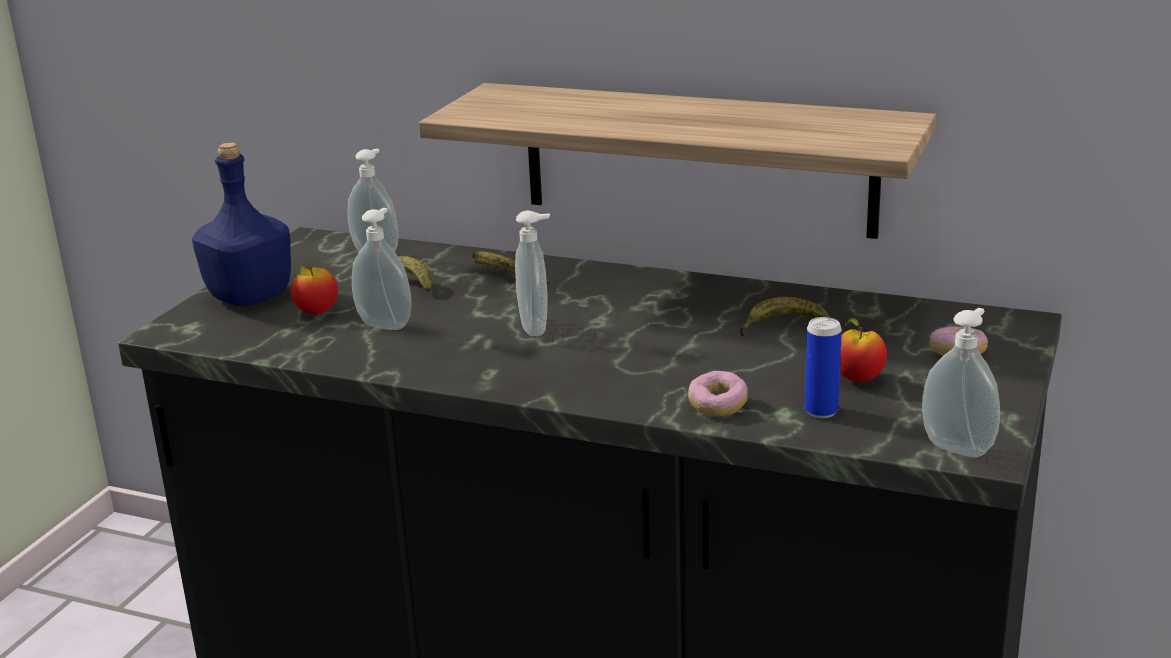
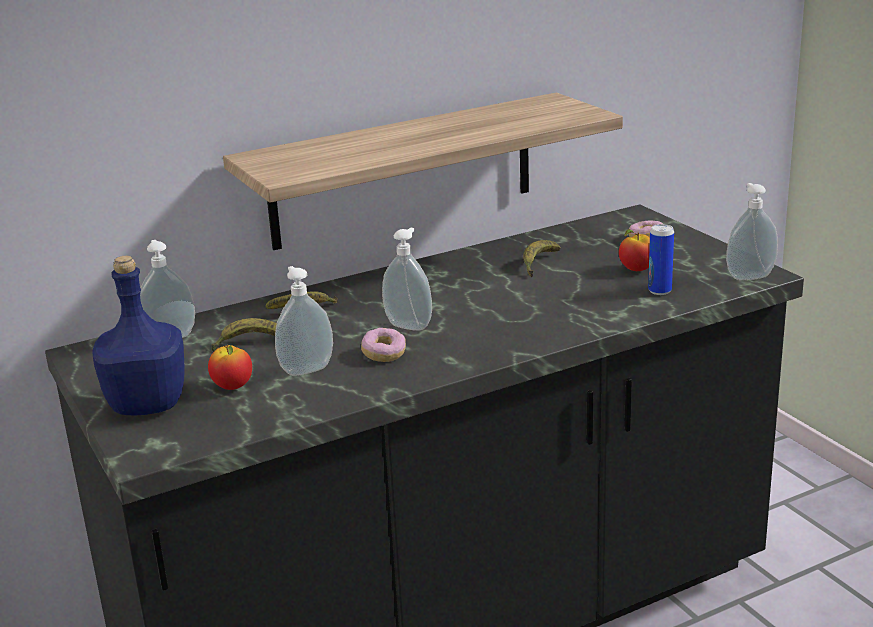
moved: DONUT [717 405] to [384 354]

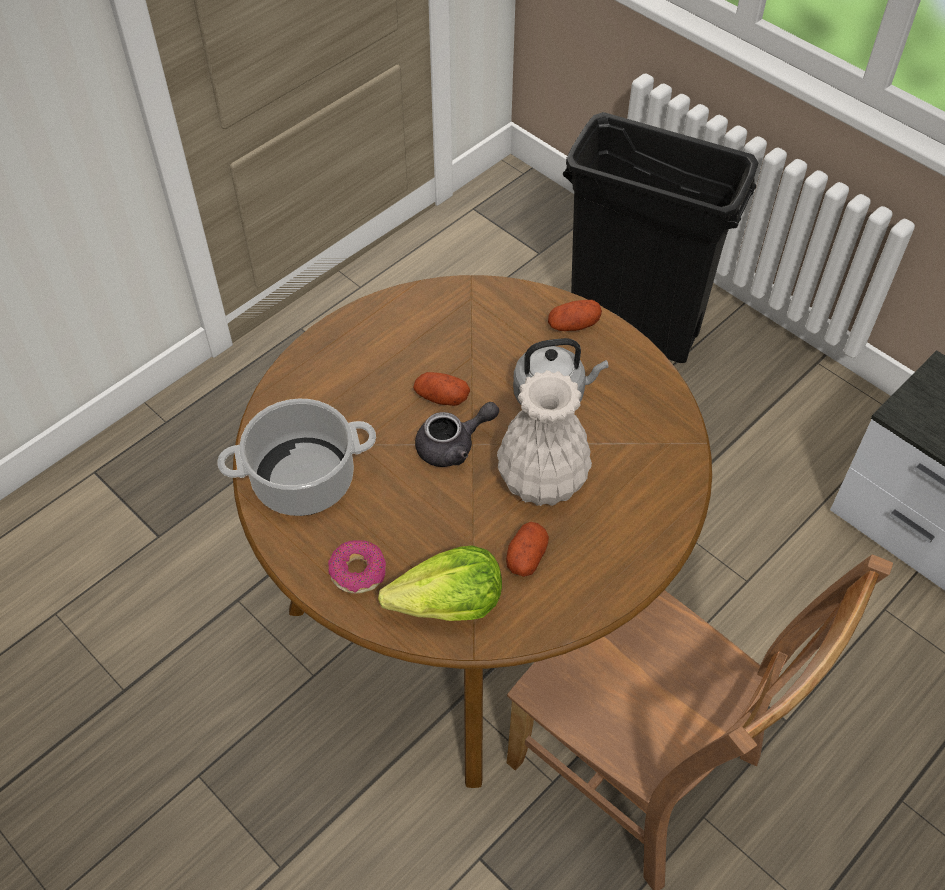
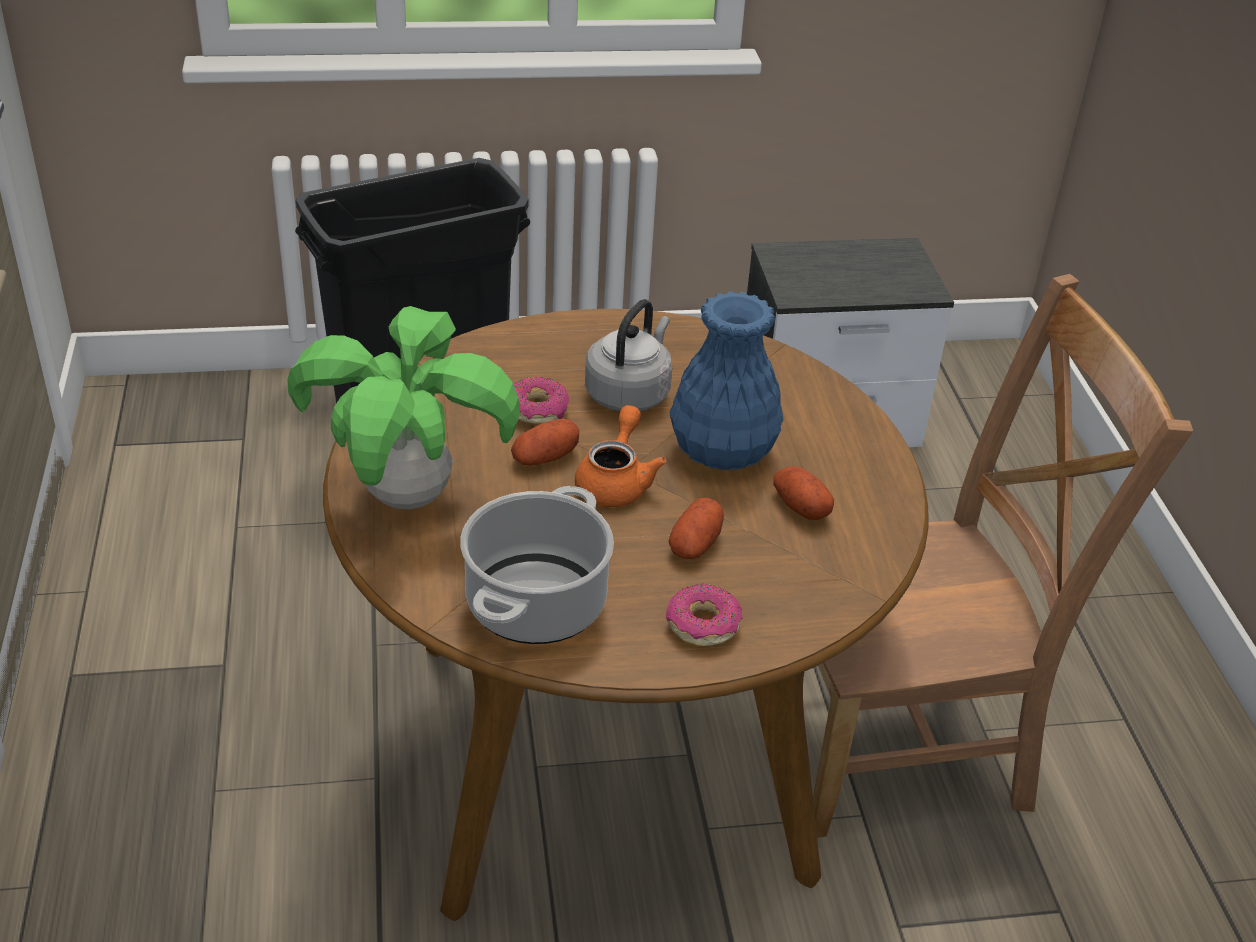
removed: LETTUCE [448 605]
added: POTTED PLANT [407 496]; DONUT [537 410]
moved: POTATO [573 325] to [695 544]
recoloured: WHITE VASE [543 481] to BLUE VASE [724 451]; GREY TEAPOT [453 446] to ORANGE TEAPOT [616 481]

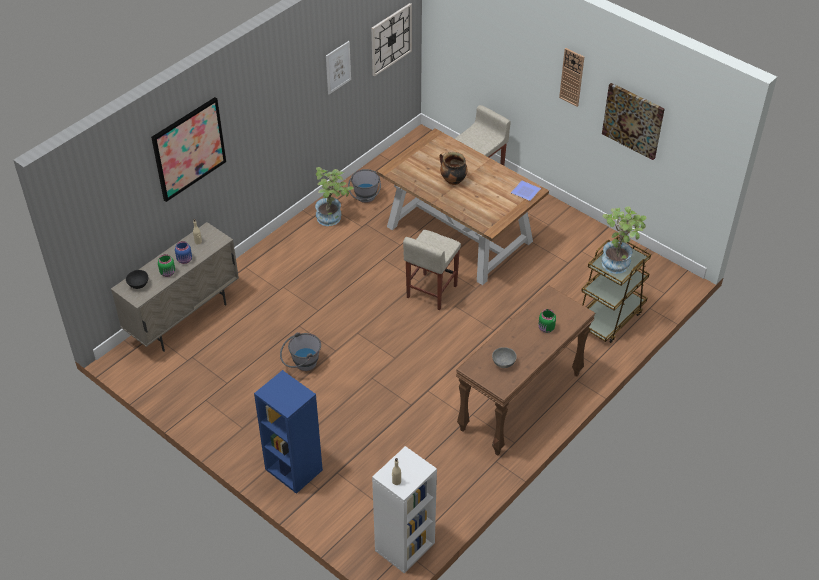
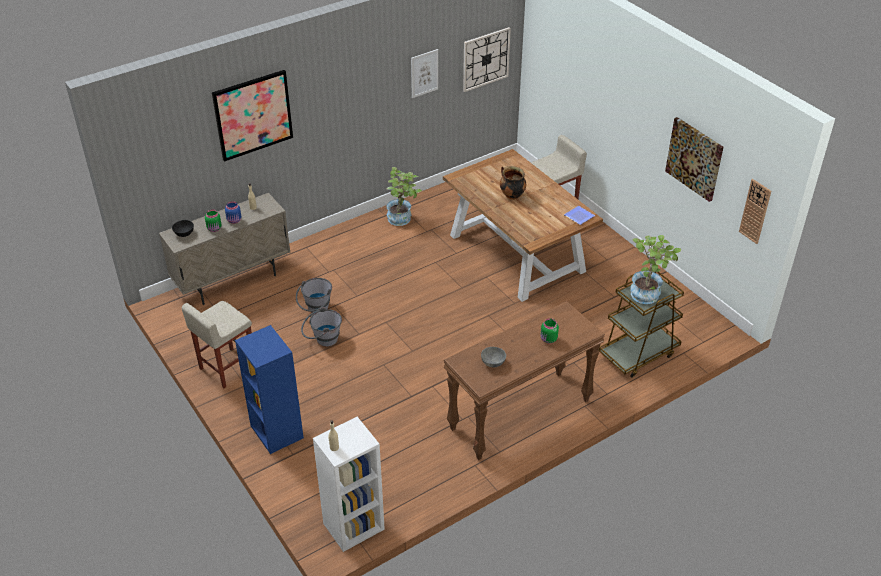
moved: WALL CLOCK [572 77] to [755 211]; GREY BUCKET [365 199] to [316 310]; BEIGE STOOL [431 292] to [227 368]

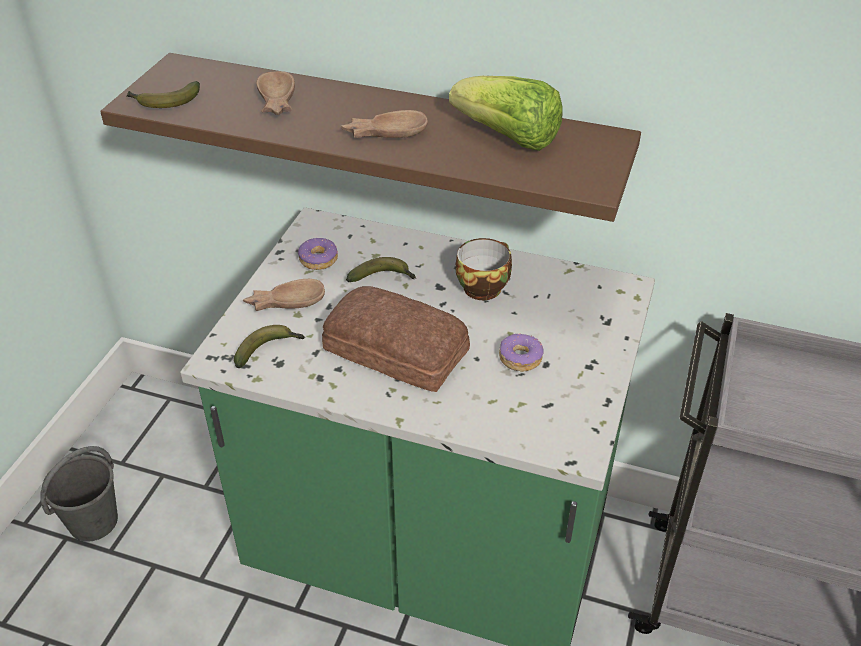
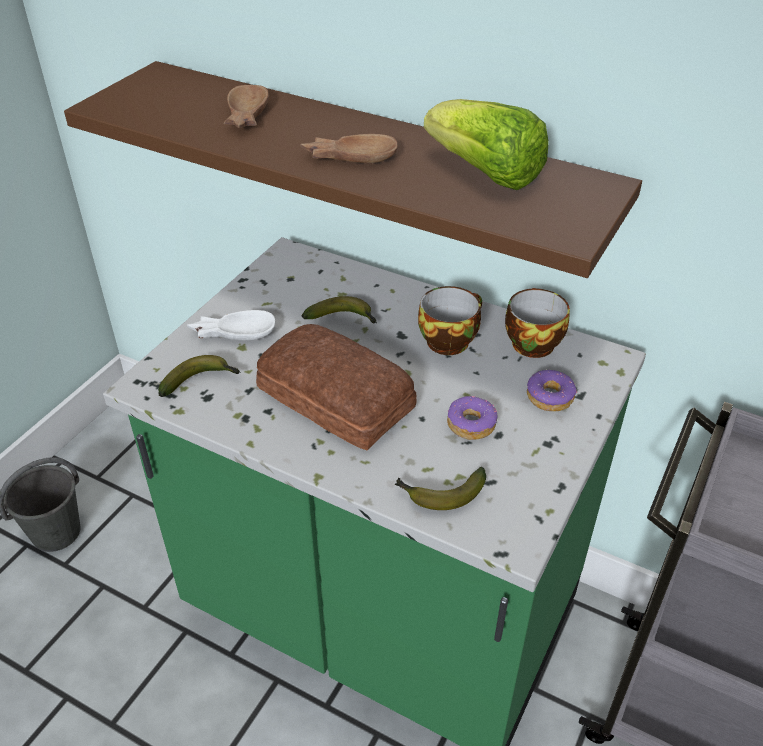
added: CUP [530 342]
moved: BANANA [164 102] to [440 494]; DONUT [319 260] to [550 397]
recoloured: BROWN BOWL [285 301] to WHITE BOWL [233 332]

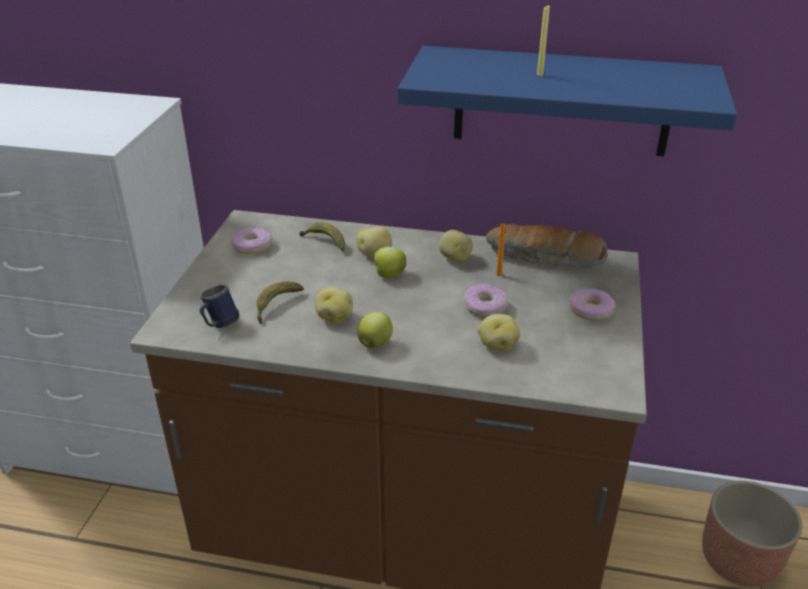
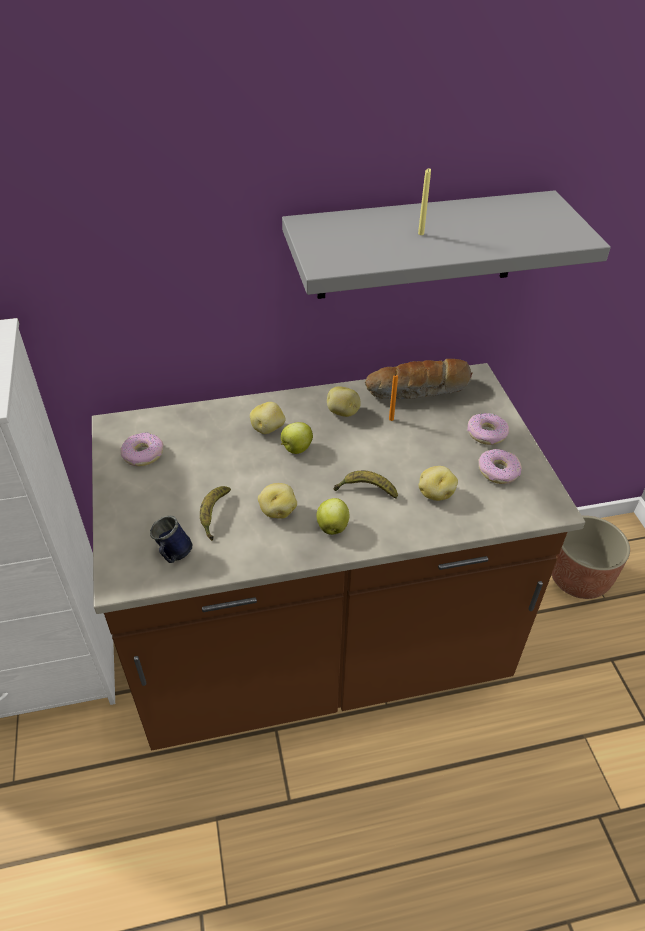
moved: BANANA [325 242] to [366 490]; DONUT [485 307] to [498 471]
recoloured: BLUE SHELF [562 102] to GREY SHELF [418 246]

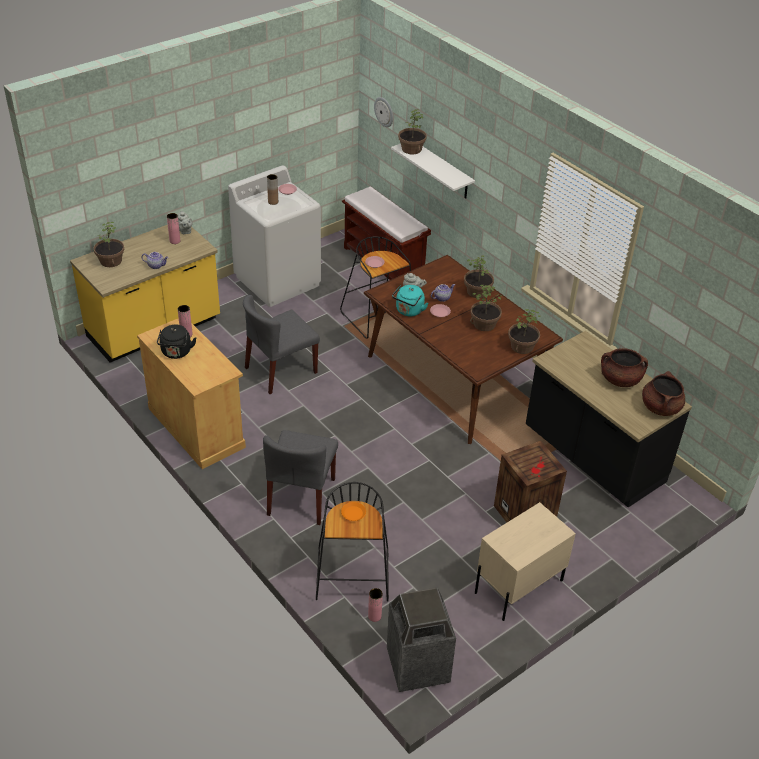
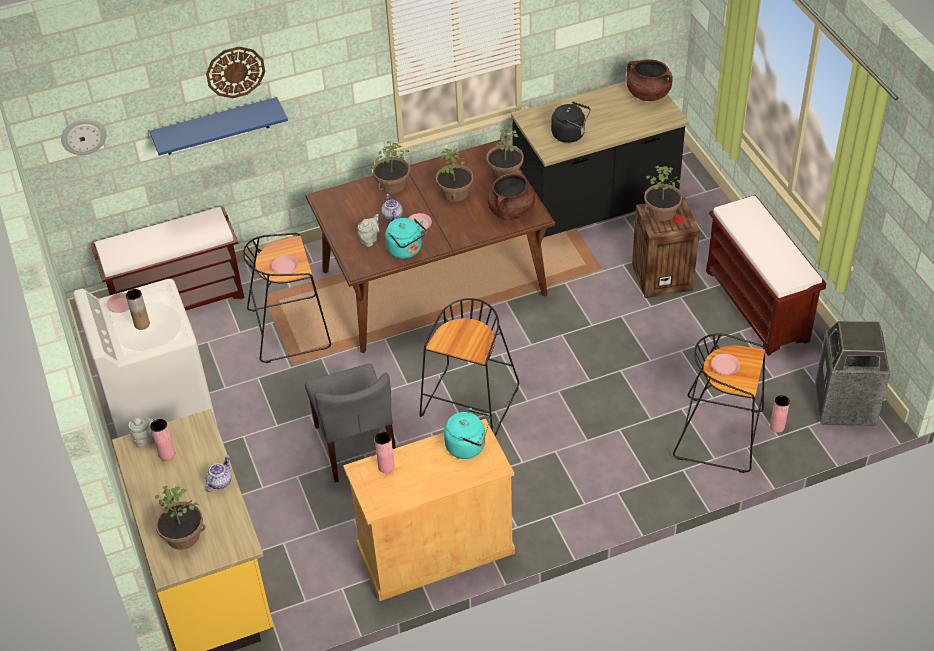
removed: GREY CHAIR [301 497]
added: WALL CLOCK [235 71]; BLACK STOOL [470 404]; TURQUOISE KETTLE [468 446]
moved: POTTED PLANT [411 149] to [662 212]; BLACK KETTLE [176 353] to [570 134]; BROWN COOKING POT [620 380] to [511 211]
replaced: BEIGE NIGHTSTAND [518 586] to BROWN BENCH [758 306]
recoloured: WHITE SHELF [441 170] to BLUE SHELF [216 127]; ORANGE PLATE [353 513] to PINK PLATE [725 366]

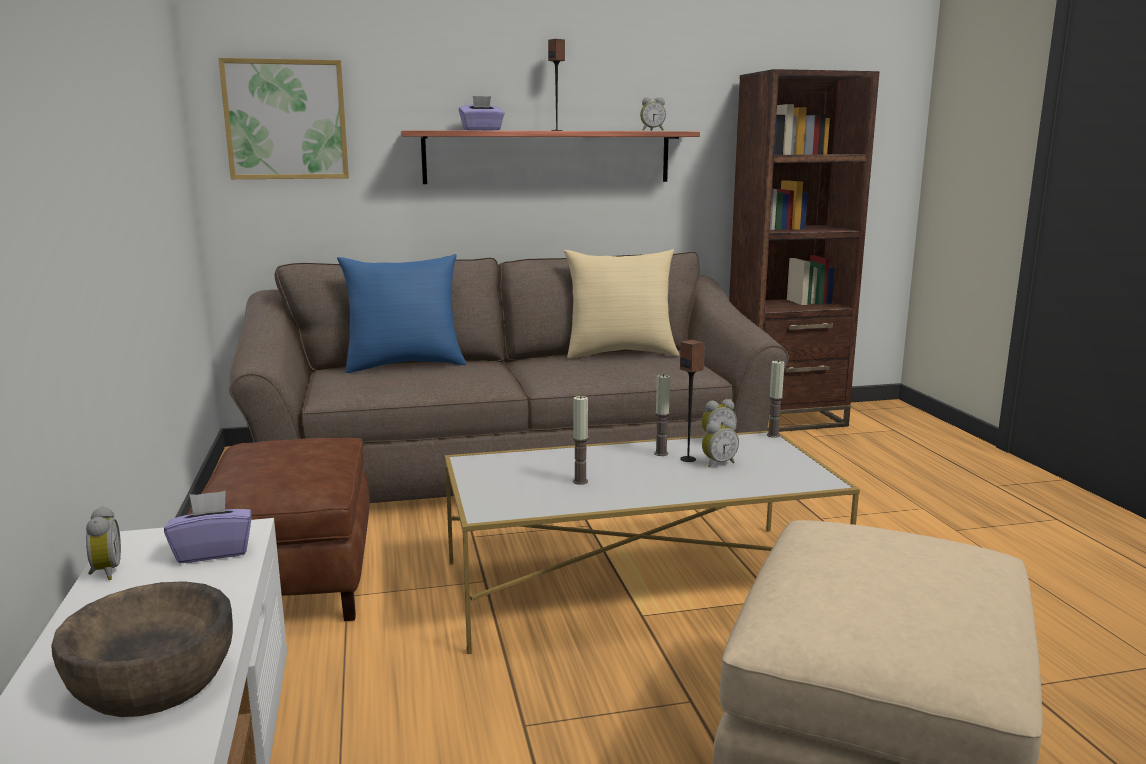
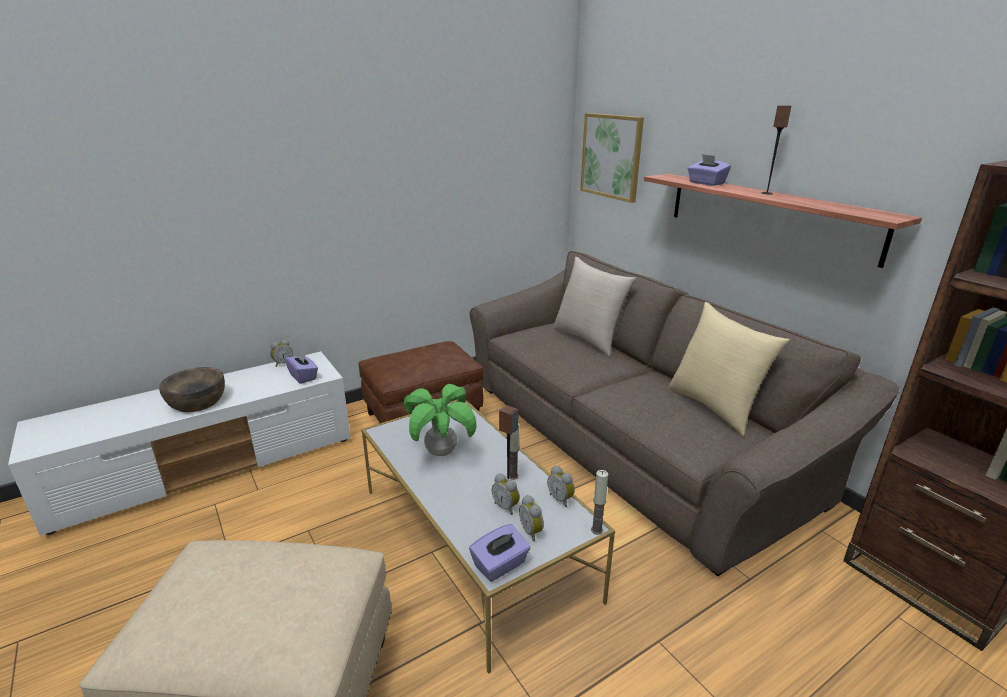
added: PURPLE TISSUE BOX [500 565]
moved: ALARM CLOCK [652 130] to [532 531]
replaced: CANDLE [580 481] to POTTED PLANT [441 452]
recoloured: BLUE PILLOW [405 365] to BEIGE PILLOW [588 339]

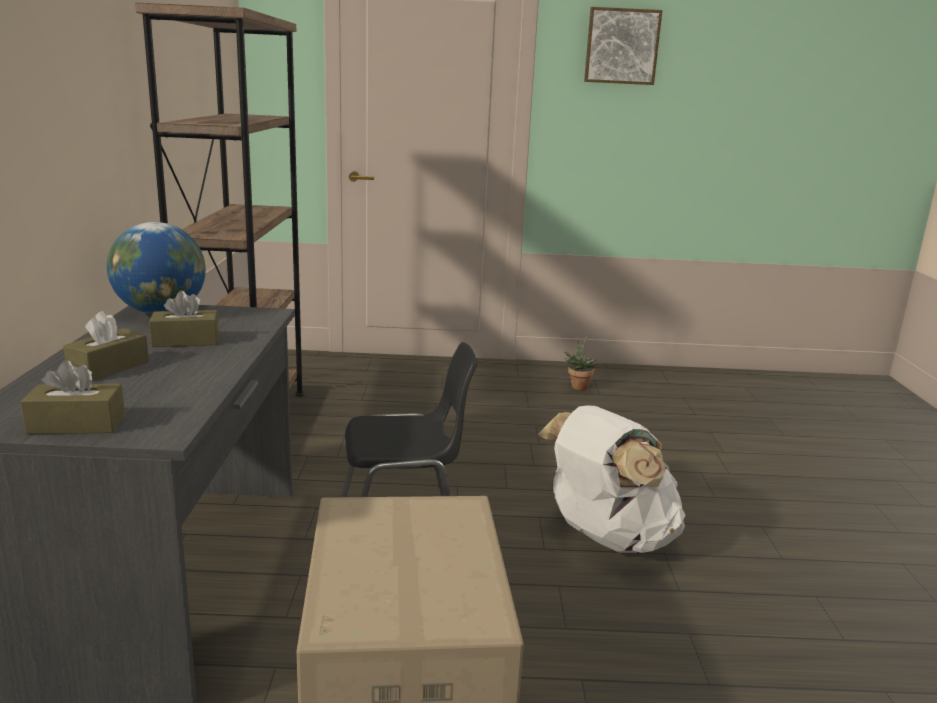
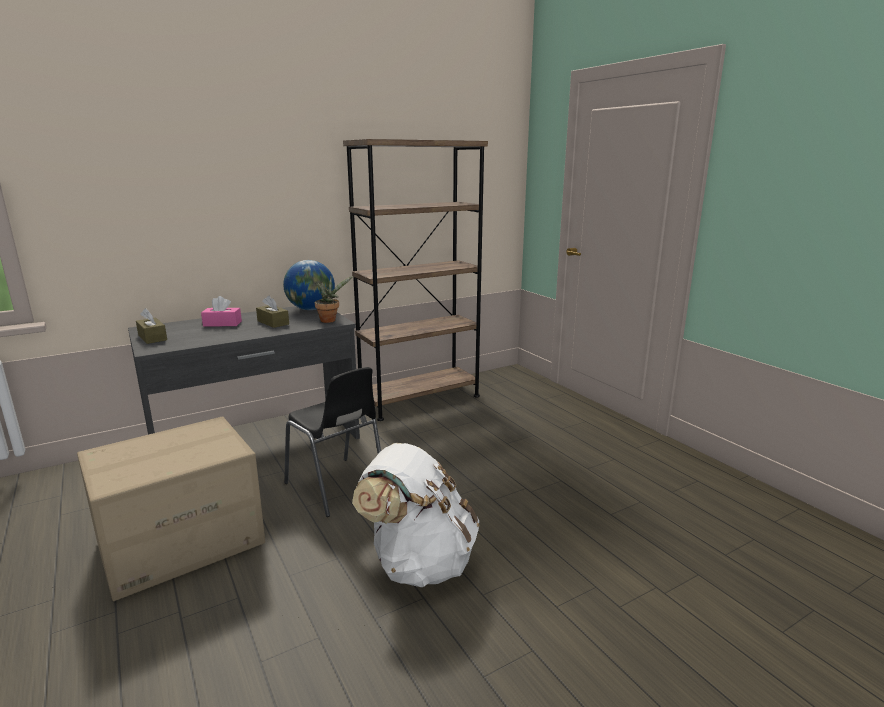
removed: PICTURE [621 46]
moved: POTTED PLANT [578 386] to [330 320]
recoloured: BROWN TISSUE BOX [109 368] to PINK TISSUE BOX [222 324]

